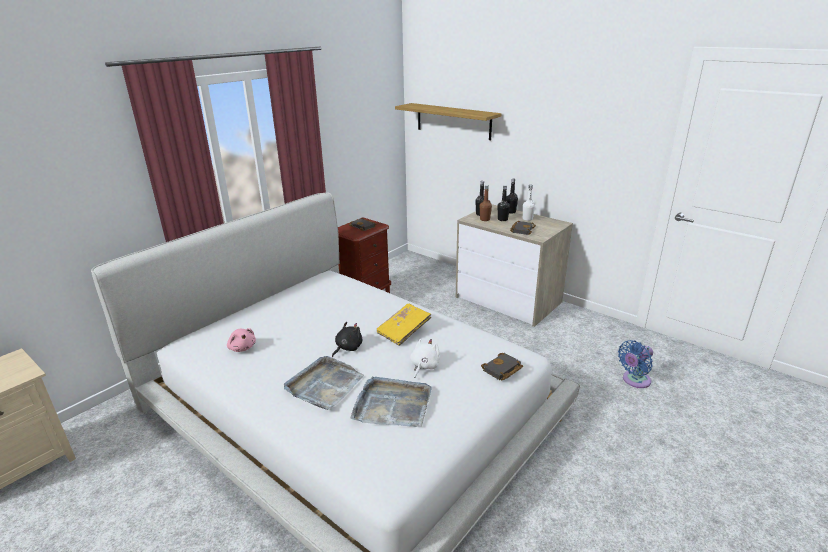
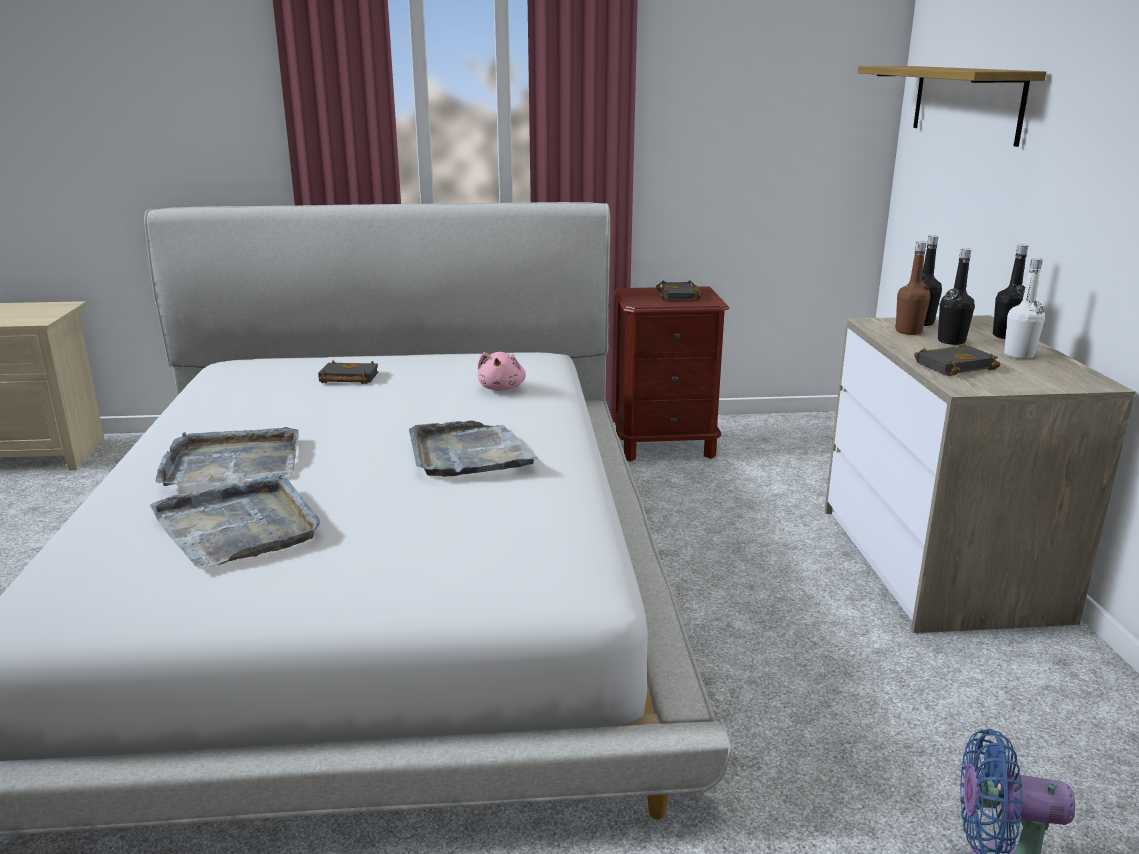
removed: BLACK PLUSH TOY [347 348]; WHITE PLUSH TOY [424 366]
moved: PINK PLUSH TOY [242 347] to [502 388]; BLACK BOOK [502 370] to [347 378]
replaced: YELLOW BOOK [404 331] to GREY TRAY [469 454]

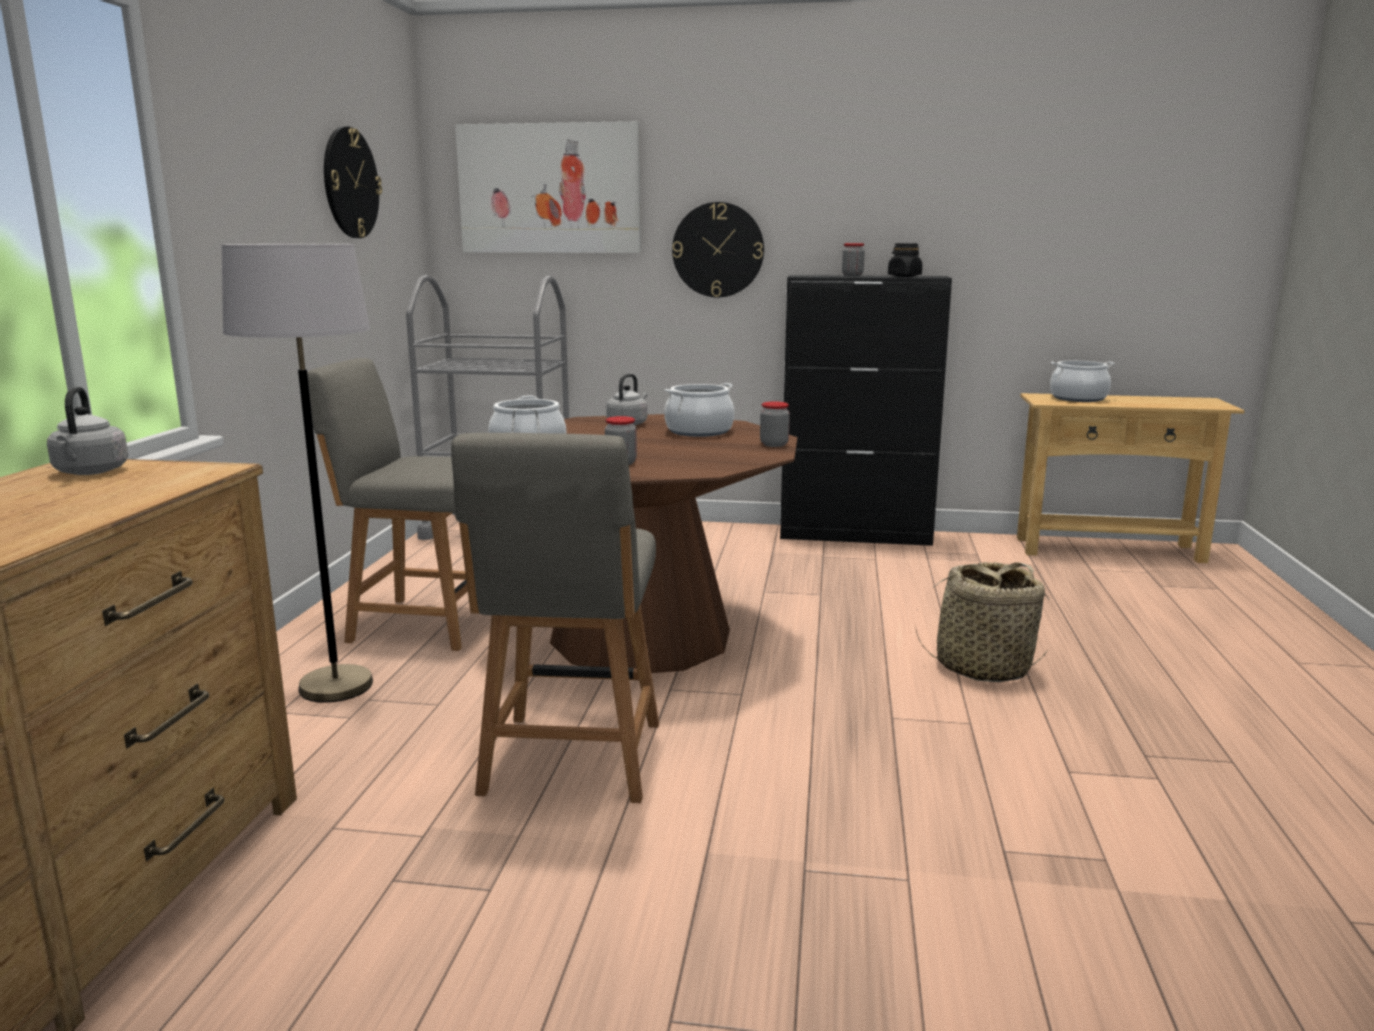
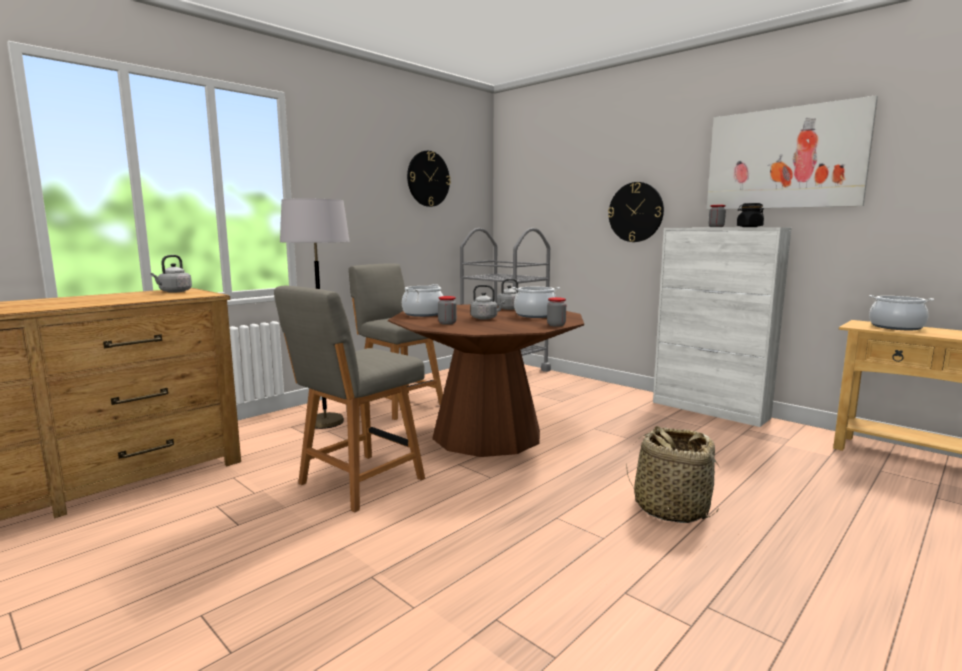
added: GREY KETTLE [485 318]
moved: PICTURE [549 189] to [784 158]
recoloured: BLACK CABINET [856 535] to WHITE CABINET [710 410]

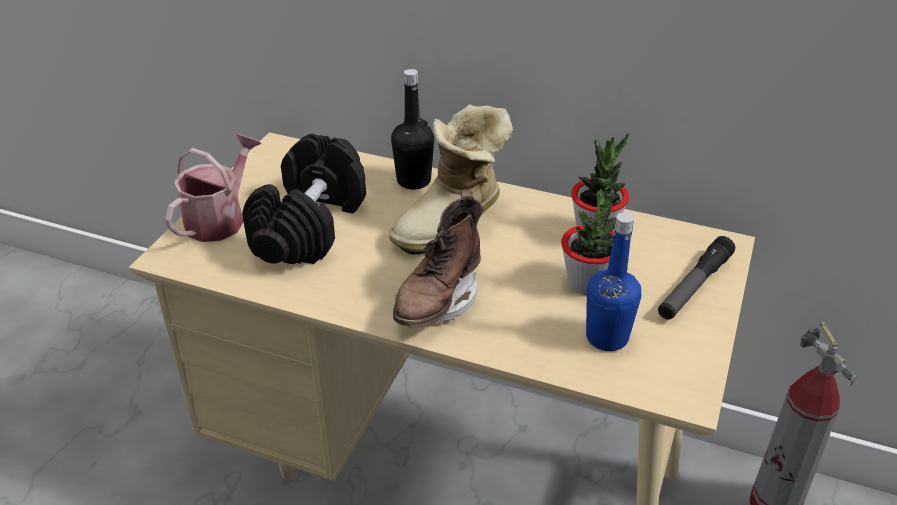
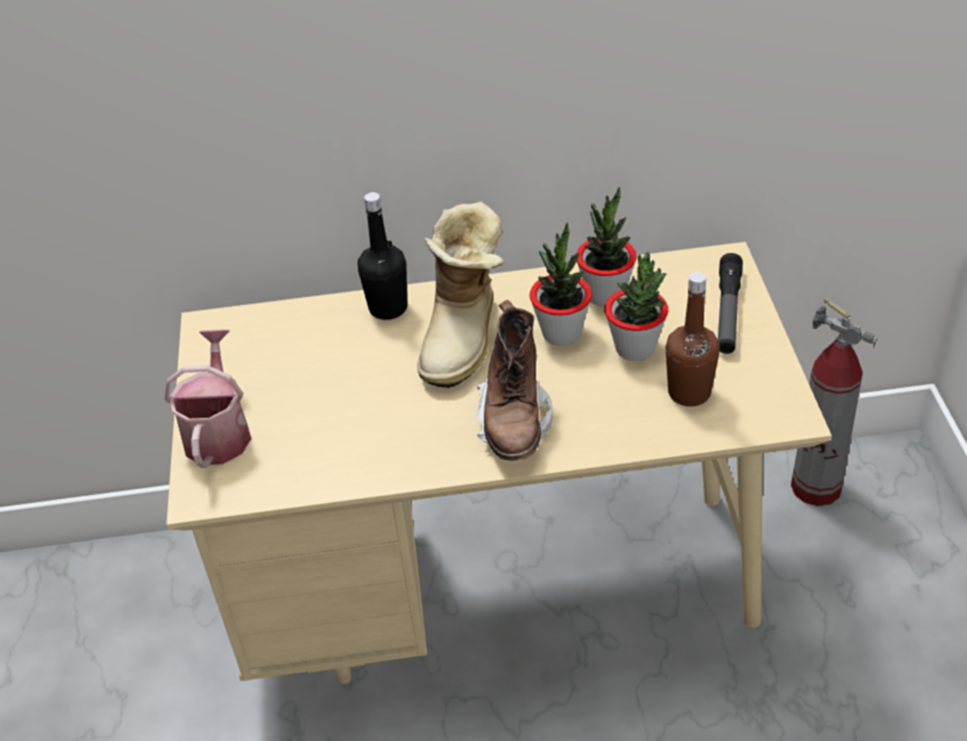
removed: BLACK DUMBBELL [310 226]
added: POTTED PLANT [561 333]
recoloured: BLUE BOTTLE [607 337] to BROWN BOTTLE [689 392]

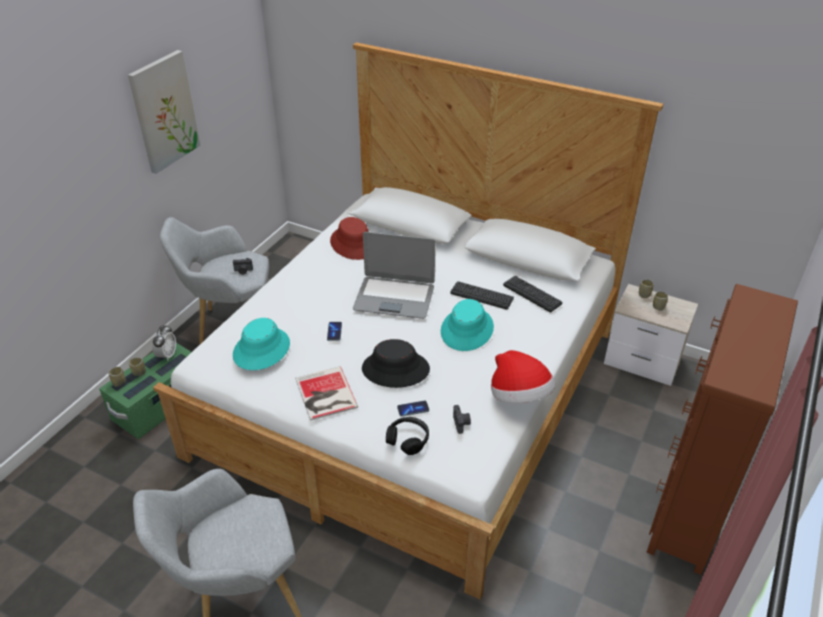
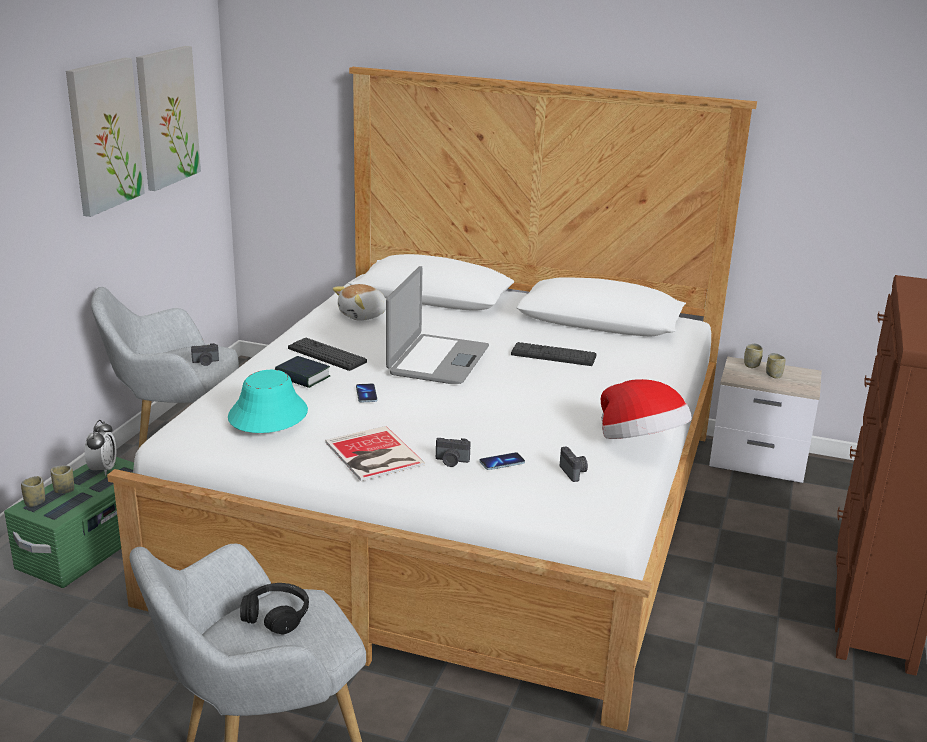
removed: TURQUOISE HAT [467 329]; BLACK HAT [395 369]
added: PICTURE [166 117]; BOOK [302 377]; PHOTO CAMERA [451 461]
moved: KEYBOARD [532 294] to [327 355]; BLACK HEADPHONES [408 439] to [276 616]
replaced: RED HAT [354 243] to PLUSH TOY [363 315]
turned: LAPTOP [394 298] = [437 360] 75 degrees counterclockwise

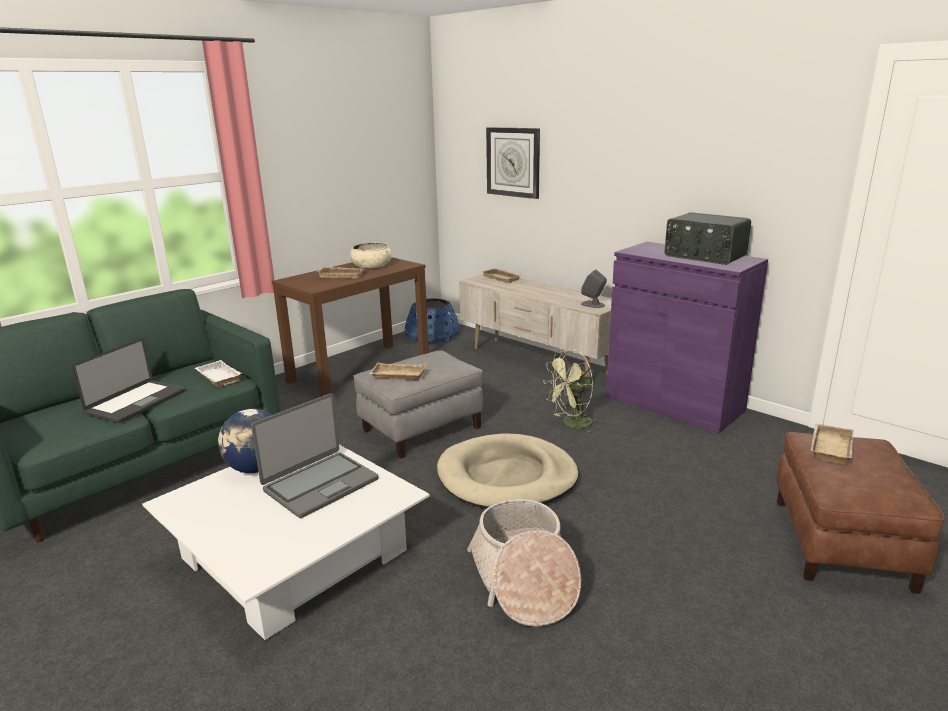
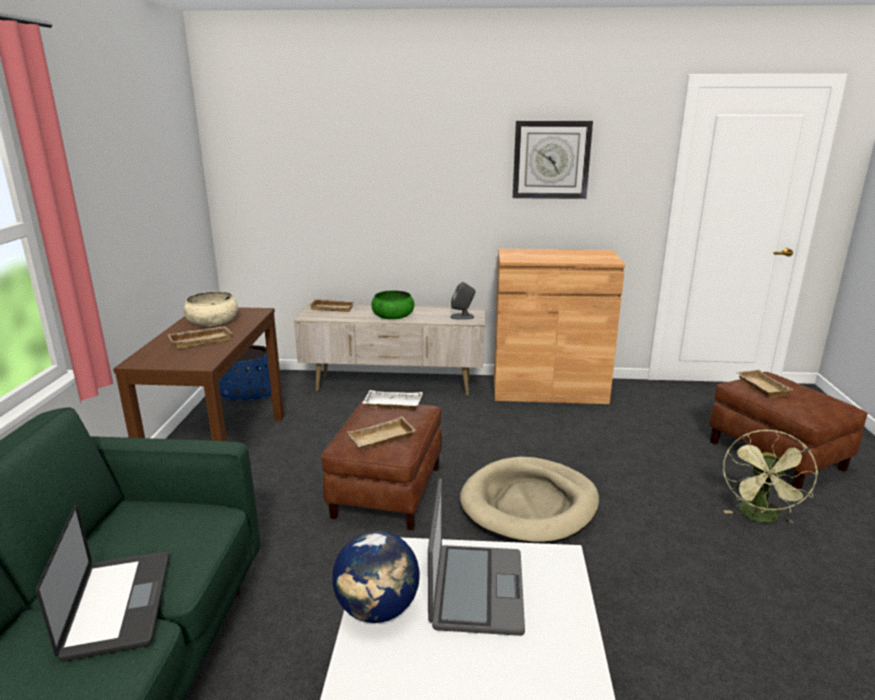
removed: RADIO [704 256]; BASKET [523 580]
added: GREEN BOWL [393 315]
moved: WALL CLOCK [513 162] to [551 160]; GREEN FAN [572 424] to [759 518]; WHITE TRAY [217 377] to [392 405]
recoloured: PURPLE CABINET [673 403] to BROWN CABINET [549 390]; GREY OTTOMAN [421 428] to BROWN OTTOMAN [387 491]

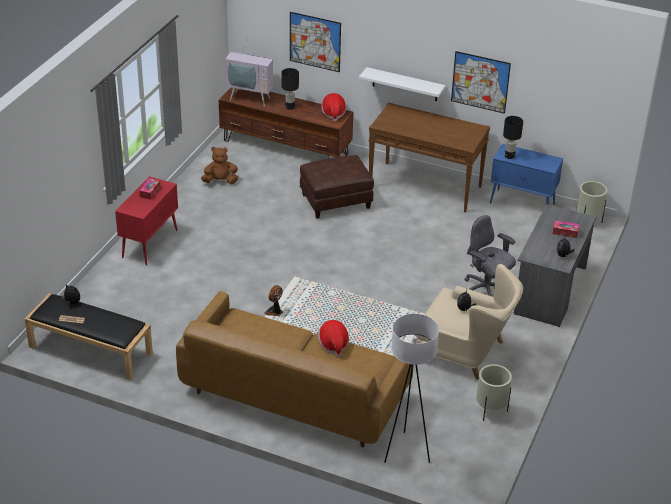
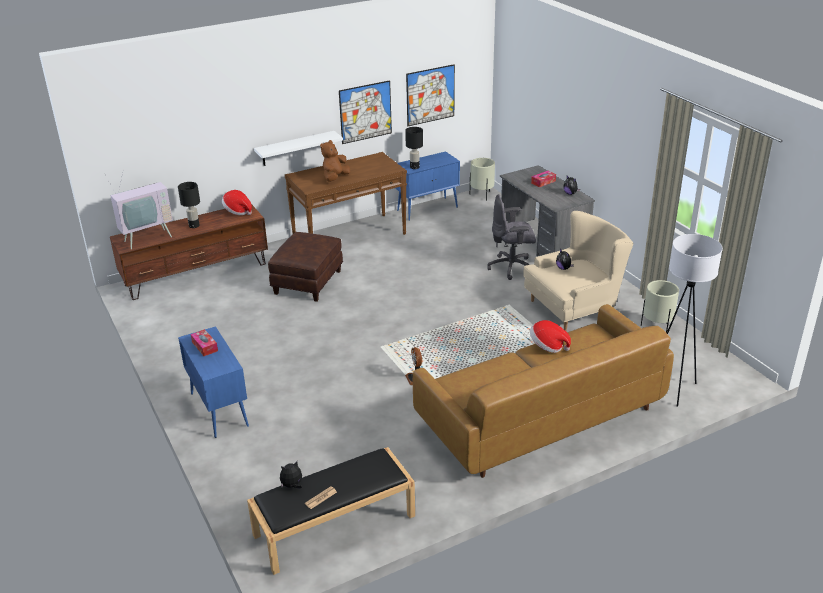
moved: PICTURE [315 41] to [430 95]; BROWN PLUSH TOY [220 181] to [335 178]
recoloured: RED CABINET [150 243] to BLUE CABINET [218 409]

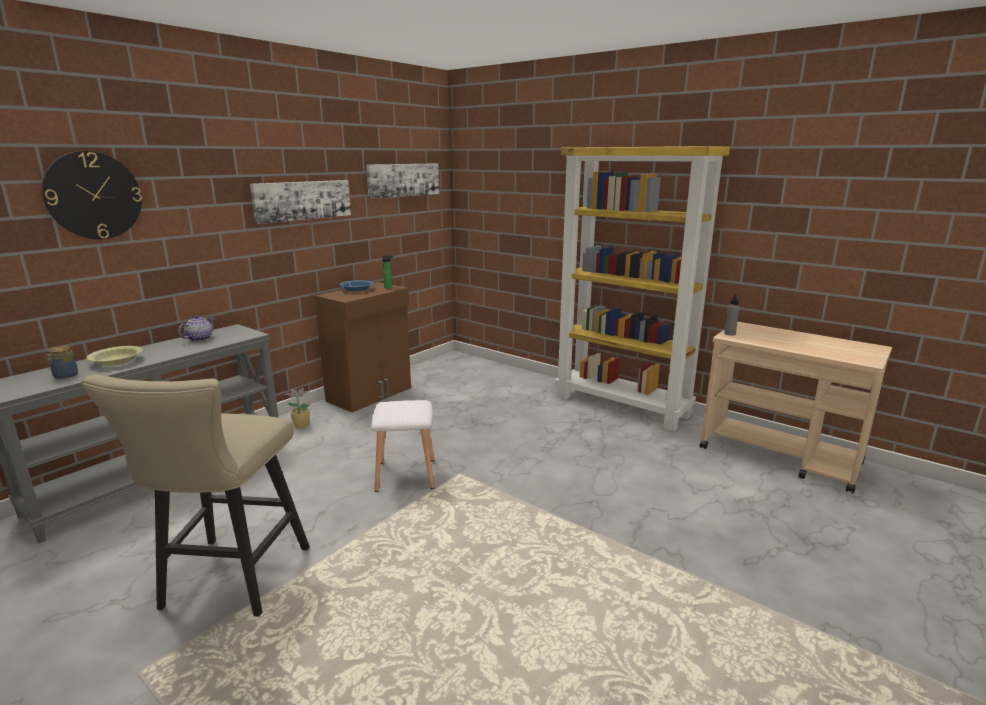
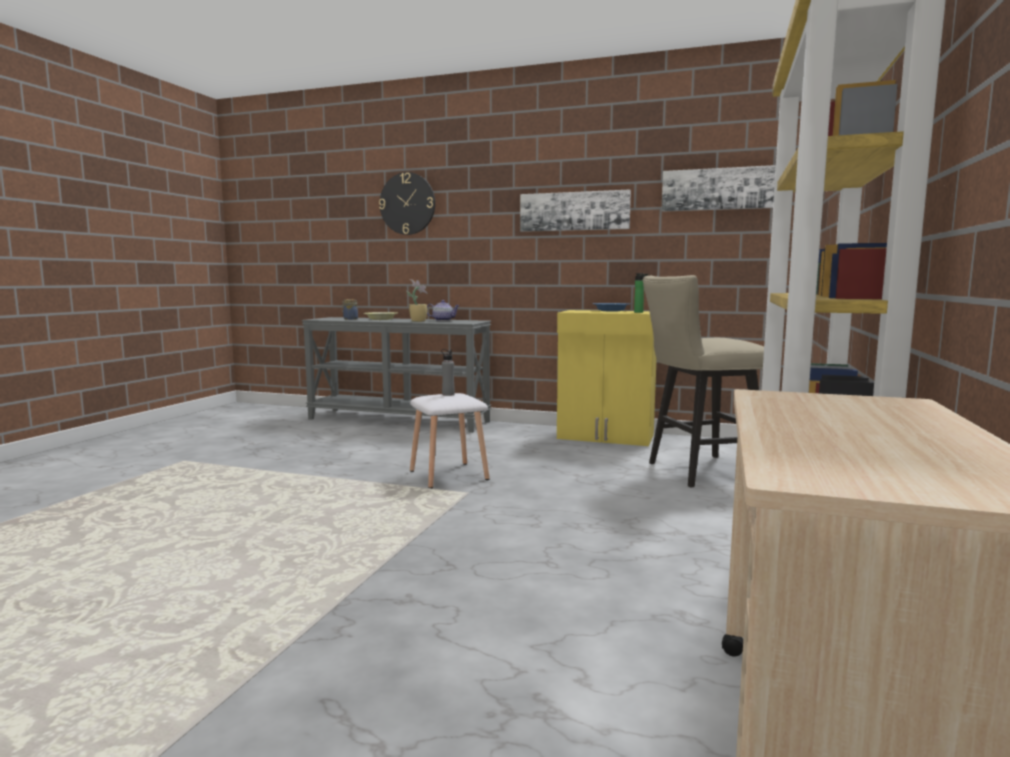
moved: GREY BOTTLE [729 333] to [448 394]; BEIGE STOOL [230 583] to [698 472]; POTTED PLANT [300 425] to [418 321]
recoloured: BROWN CABINET [370 394] to YELLOW CABINET [606 437]

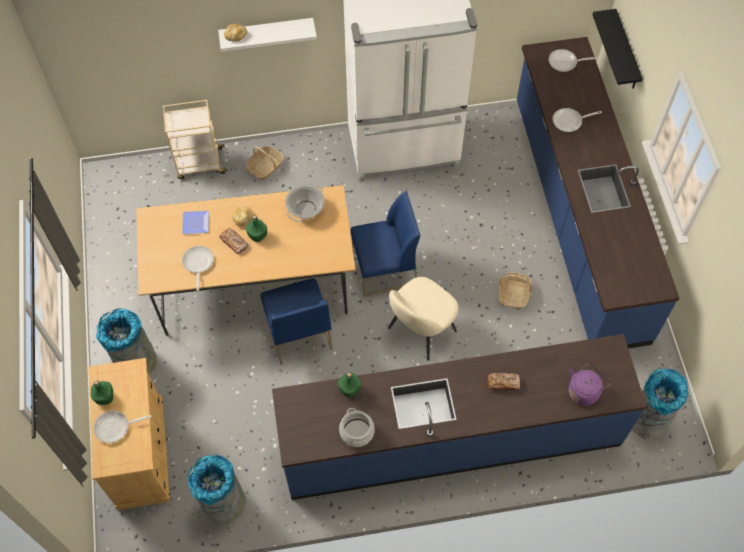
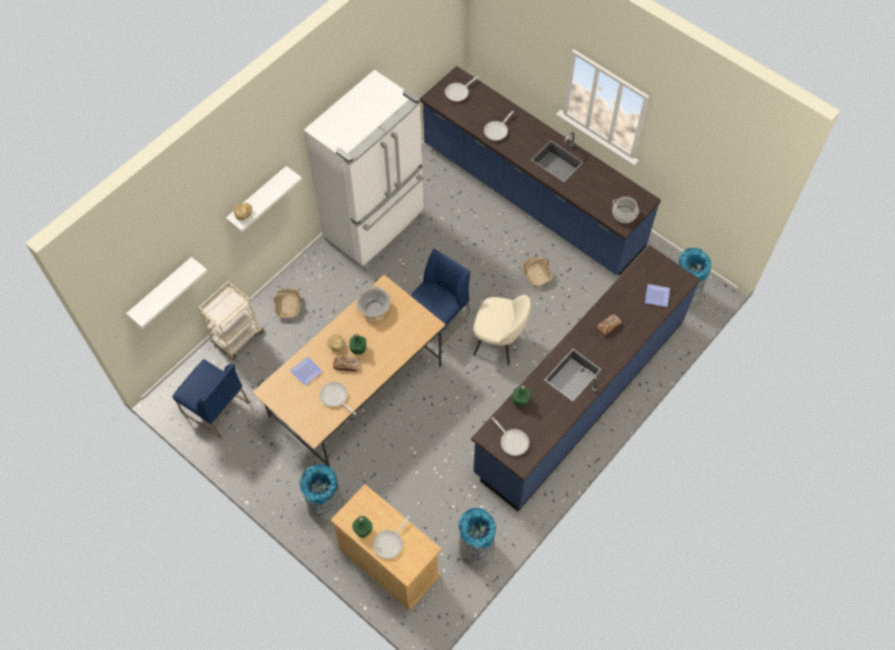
removed: BLACK SHELF [626 52]
added: WHITE SHELF [162 291]; FRYING PAN [512 441]
moved: BLUE CHAIR [298 332] to [215 408]; COOKING POT [356 432] to [624 214]
replaced: PURPLE KETTLE [584 390] to PLATE [658 295]
turned: BEIGE CHAIR [420 331] = [499 342] 75 degrees counterclockwise

